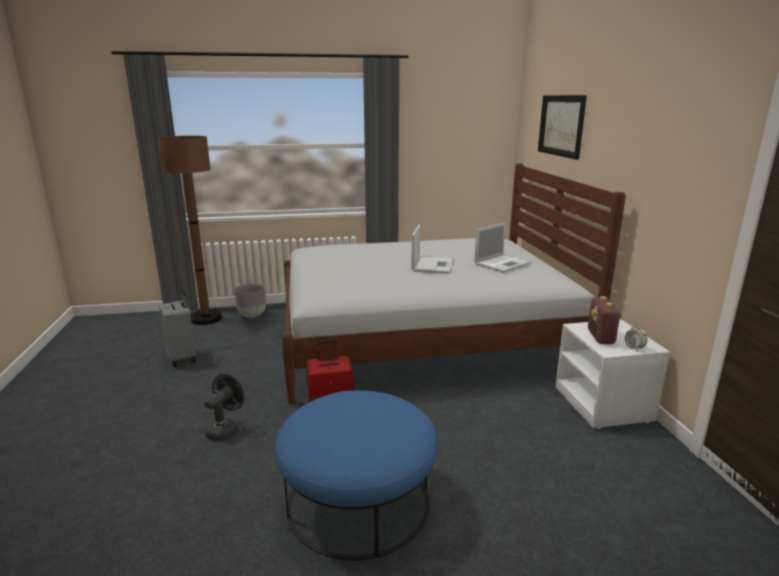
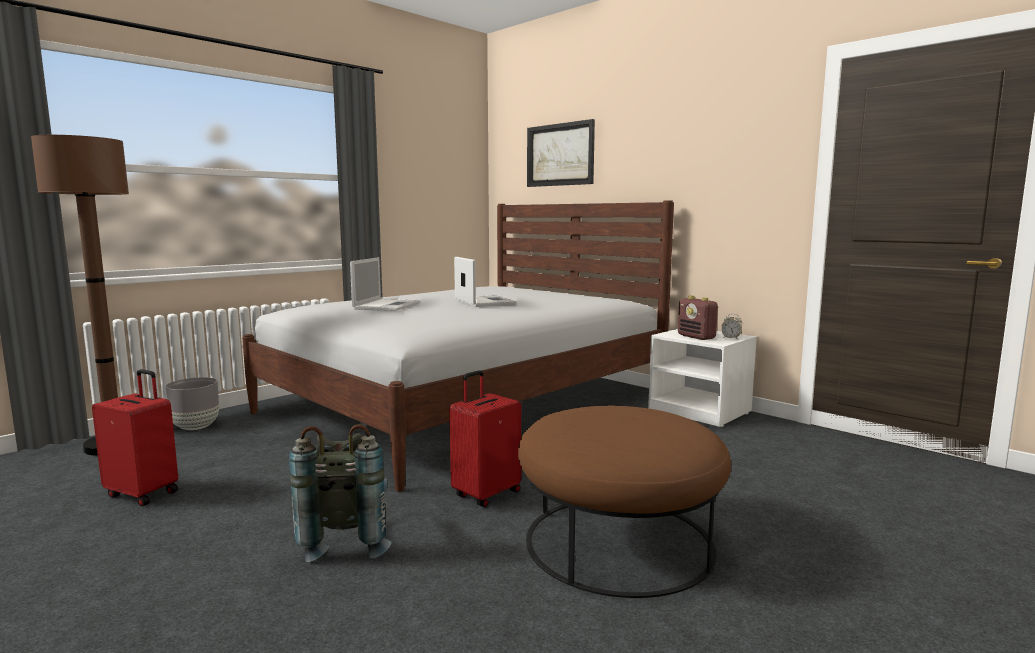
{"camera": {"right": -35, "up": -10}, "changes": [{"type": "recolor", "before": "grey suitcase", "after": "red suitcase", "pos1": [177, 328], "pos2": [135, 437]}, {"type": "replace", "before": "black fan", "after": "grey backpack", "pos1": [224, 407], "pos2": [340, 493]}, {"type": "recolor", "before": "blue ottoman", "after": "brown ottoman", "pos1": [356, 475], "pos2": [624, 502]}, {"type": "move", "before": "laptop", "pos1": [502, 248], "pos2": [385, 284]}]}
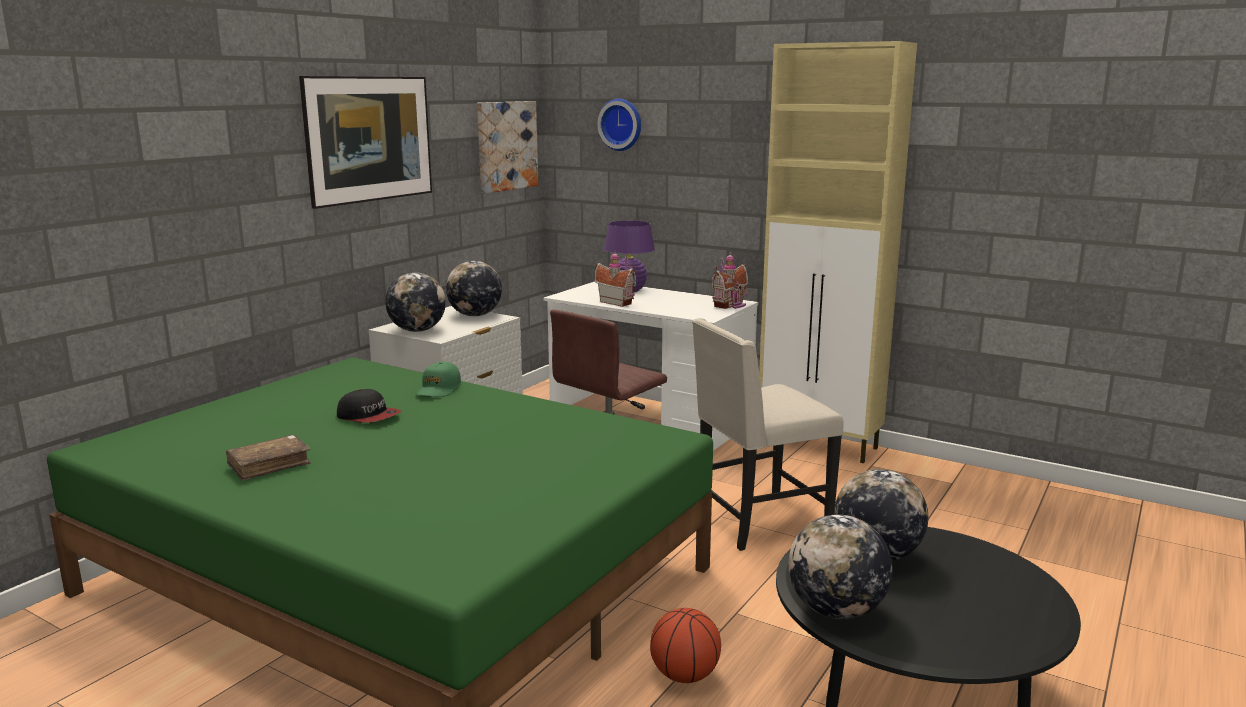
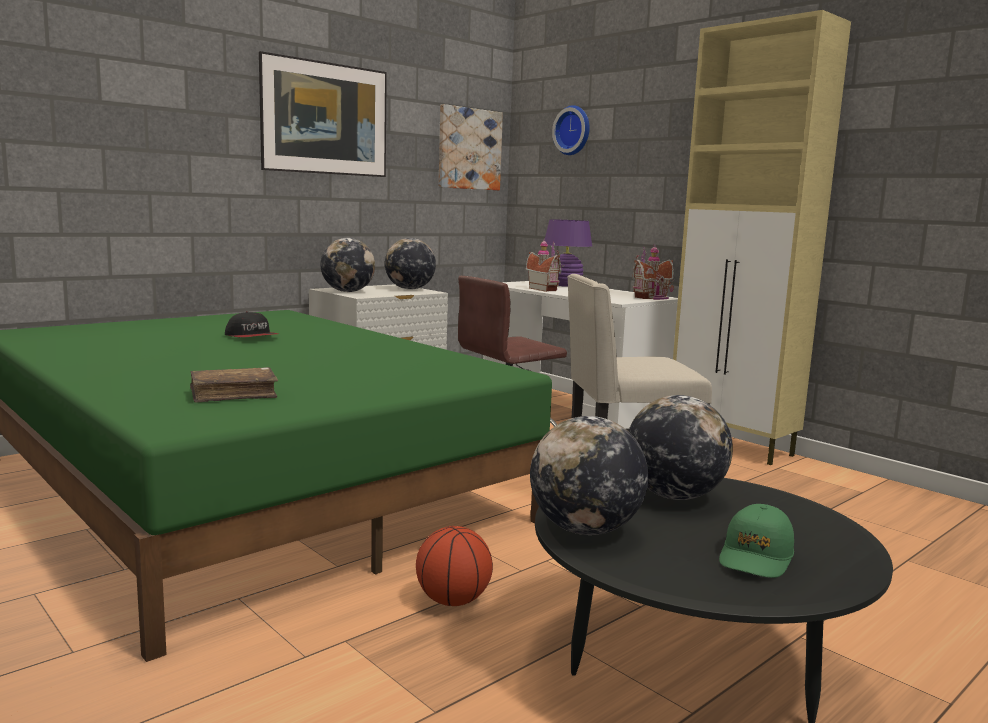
{"camera": {"right": 15, "up": -5}, "changes": [{"type": "move", "before": "brown book", "pos1": [268, 458], "pos2": [234, 385]}, {"type": "move", "before": "green cap", "pos1": [438, 379], "pos2": [756, 541]}]}
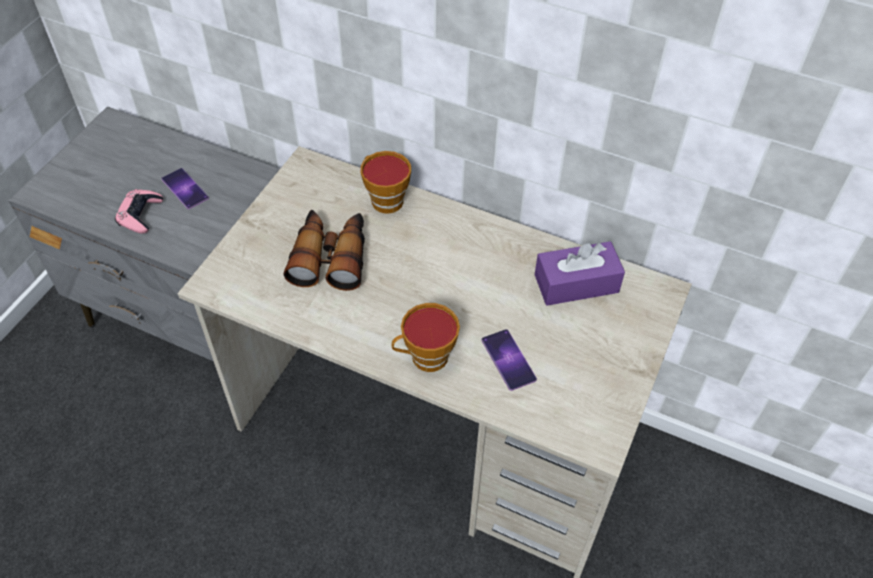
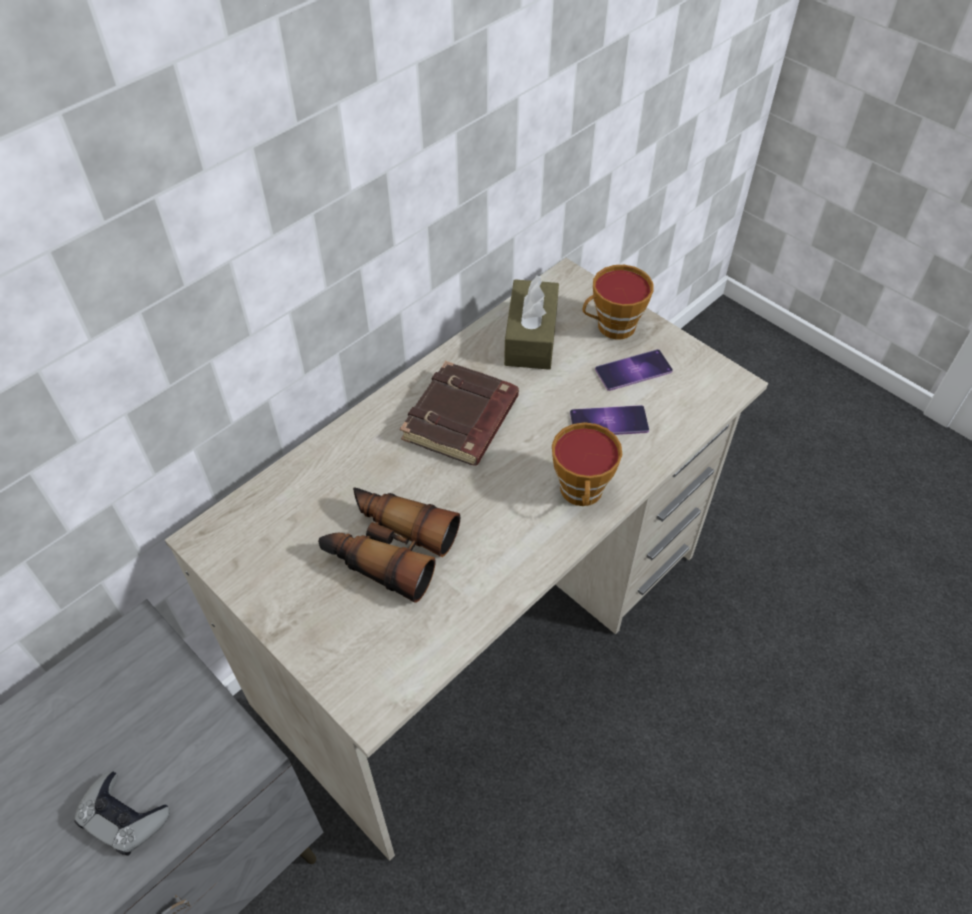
{"camera": {"right": -70, "up": 0}, "changes": [{"type": "recolor", "before": "pink game controller", "after": "grey game controller", "pos1": [139, 211], "pos2": [122, 814]}, {"type": "move", "before": "phone", "pos1": [185, 188], "pos2": [634, 370]}, {"type": "move", "before": "cup", "pos1": [386, 182], "pos2": [618, 302]}, {"type": "recolor", "before": "purple tissue box", "after": "brown tissue box", "pos1": [580, 273], "pos2": [531, 322]}, {"type": "insert", "after": "brown book", "pos2": [459, 413]}]}
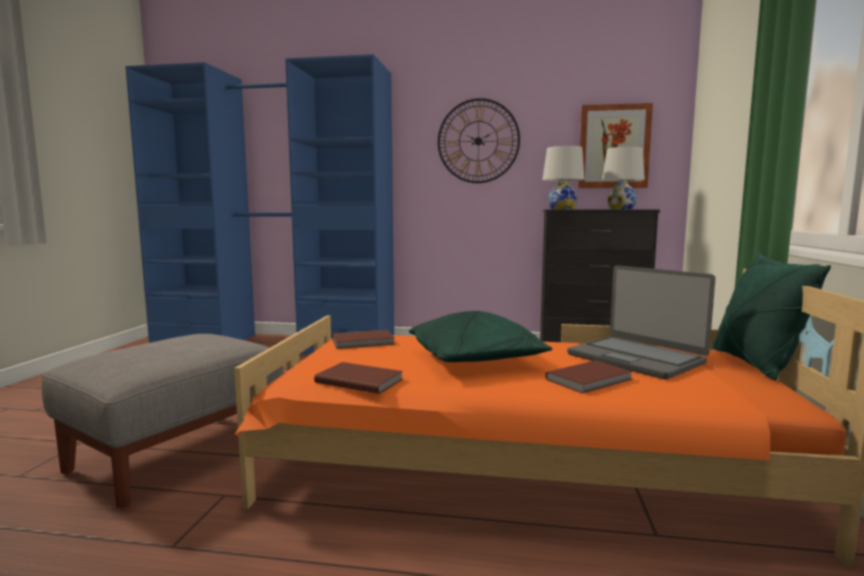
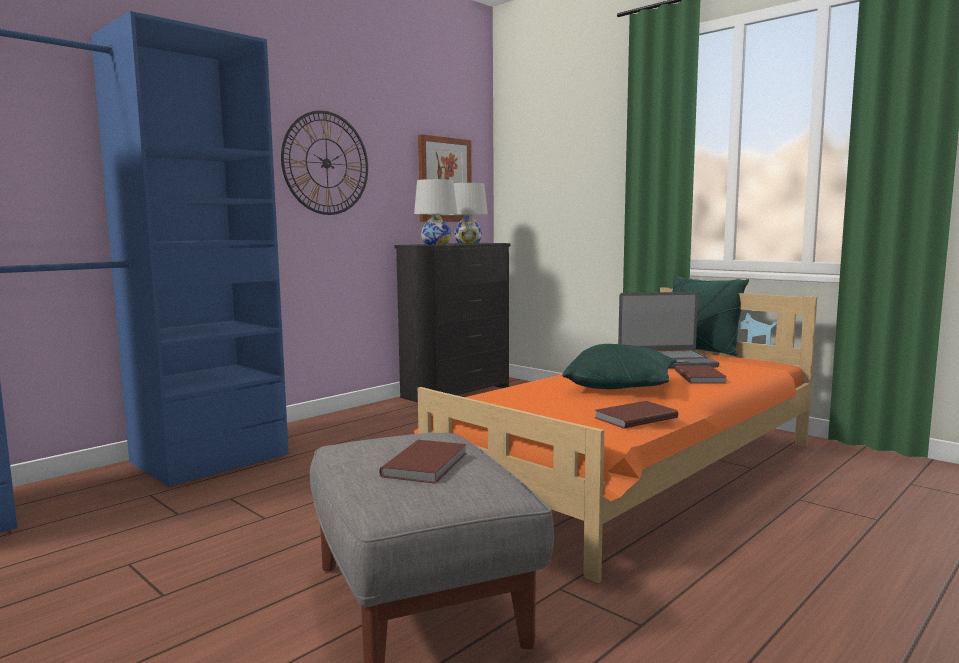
{"camera": {"right": -55, "up": 0}, "changes": [{"type": "move", "before": "brown book", "pos1": [363, 339], "pos2": [423, 462]}]}
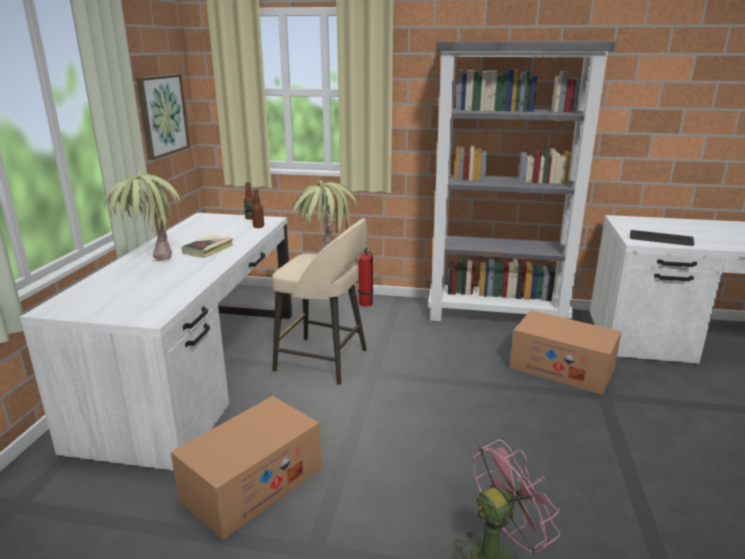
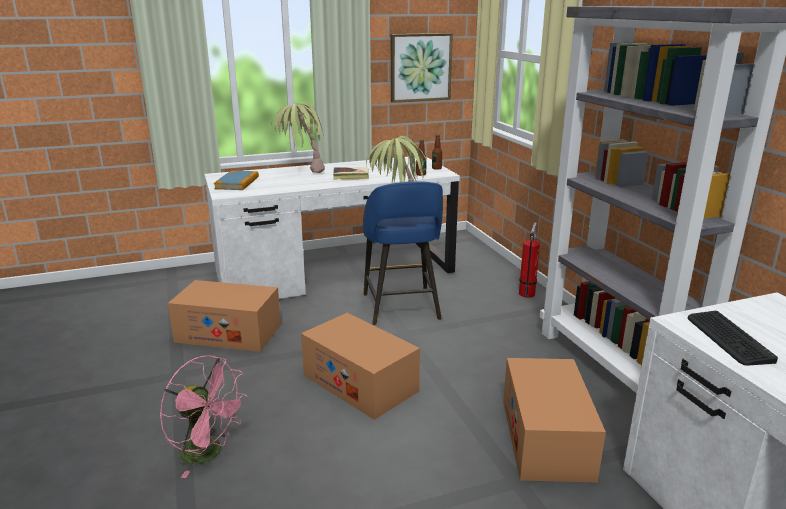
{"camera": {"right": 60, "up": 0}, "changes": [{"type": "recolor", "before": "beige stool", "after": "blue stool", "pos1": [319, 302], "pos2": [403, 253]}, {"type": "insert", "after": "book", "pos2": [236, 180]}, {"type": "insert", "after": "cardboard box", "pos2": [360, 366]}]}
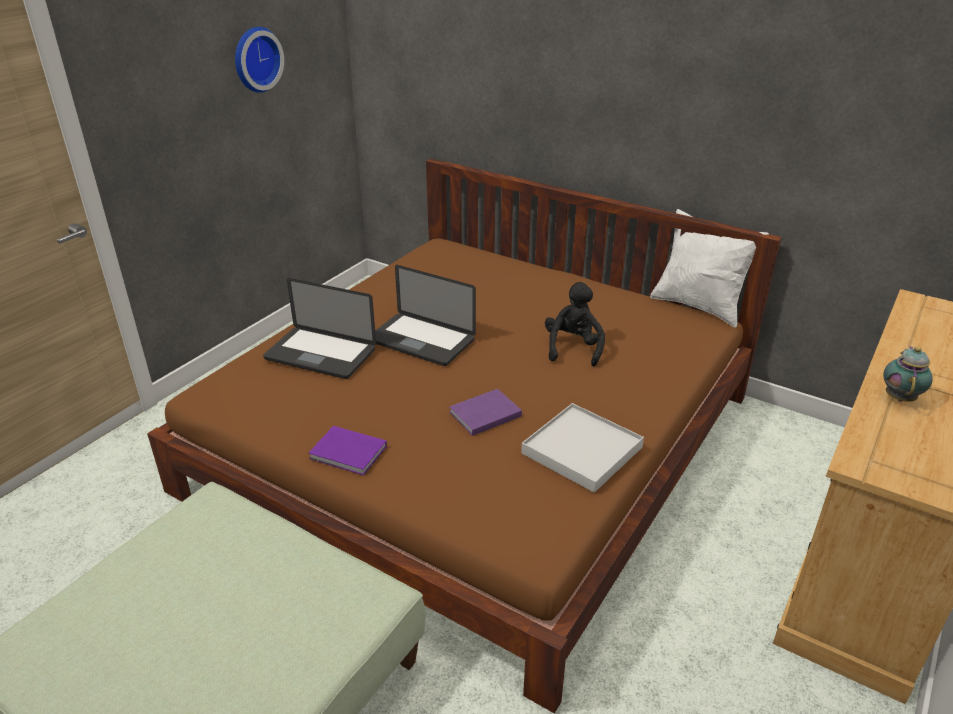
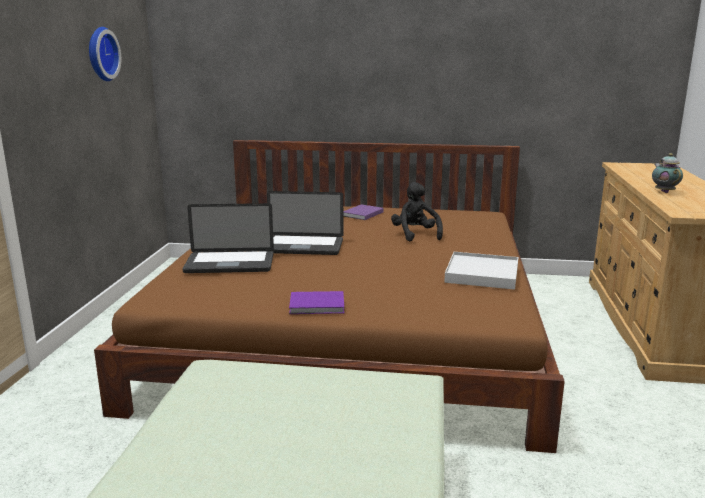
{"camera": {"right": -25, "up": -15}, "changes": [{"type": "move", "before": "purple book", "pos1": [485, 412], "pos2": [363, 212]}, {"type": "delete", "before": "white pillow", "pos1": [709, 268]}]}
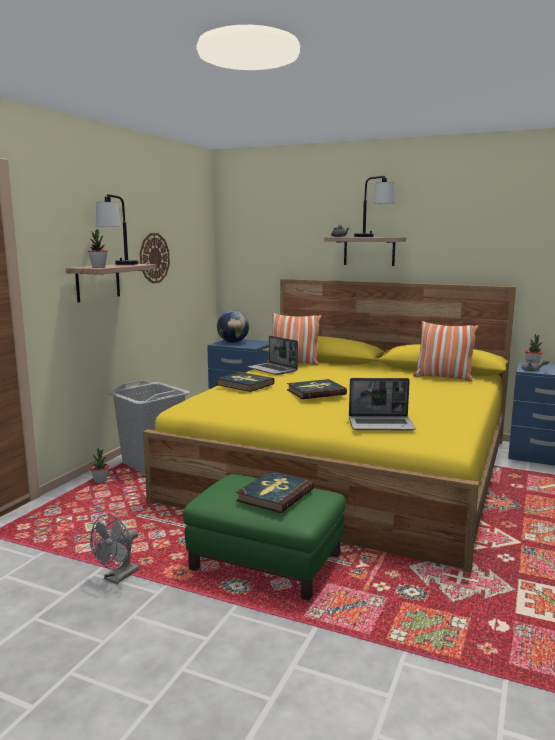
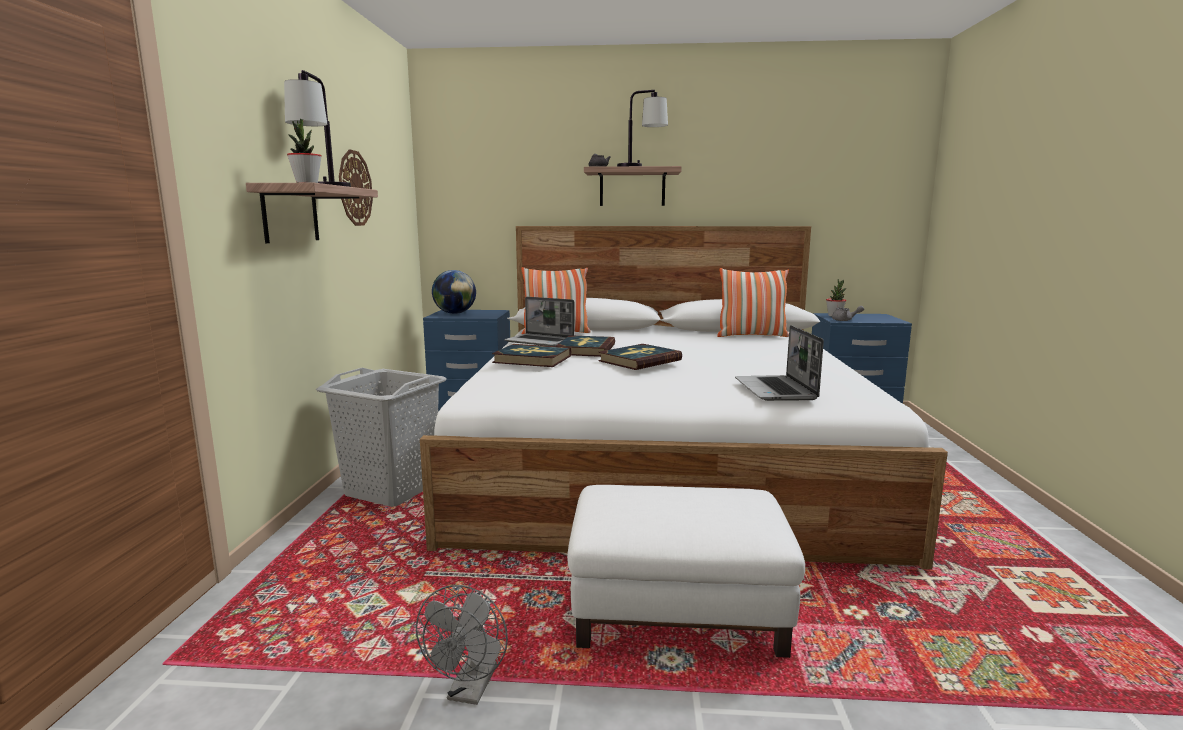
{"camera": {"right": -20, "up": 0}, "changes": [{"type": "delete", "before": "potted plant", "pos1": [99, 465]}, {"type": "recolor", "before": "yellow bed", "after": "white bed", "pos1": [329, 426], "pos2": [684, 398]}, {"type": "recolor", "before": "green ottoman", "after": "white ottoman", "pos1": [264, 537], "pos2": [686, 571]}, {"type": "move", "before": "book", "pos1": [275, 492], "pos2": [585, 346]}, {"type": "rotate", "before": "laptop", "pos1": [382, 404], "pos2": [779, 363], "turn": 105}]}
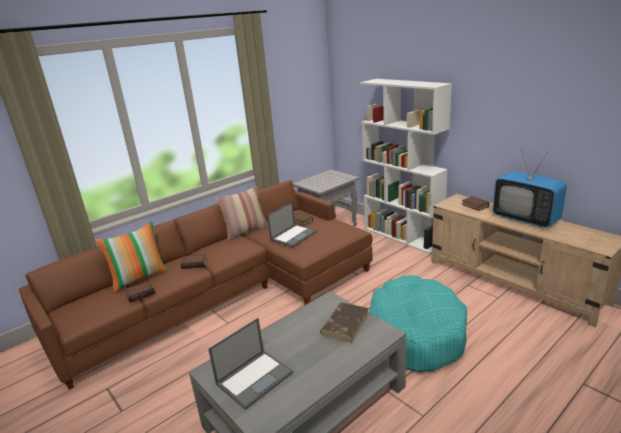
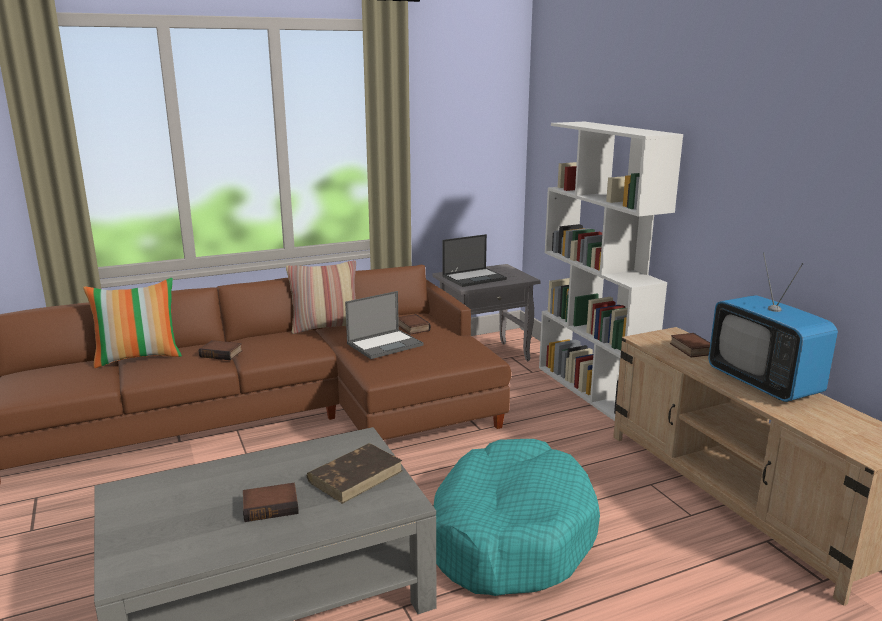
{"camera": {"right": 15, "up": -5}, "changes": [{"type": "move", "before": "book", "pos1": [139, 291], "pos2": [270, 502]}, {"type": "move", "before": "laptop", "pos1": [250, 364], "pos2": [474, 260]}]}
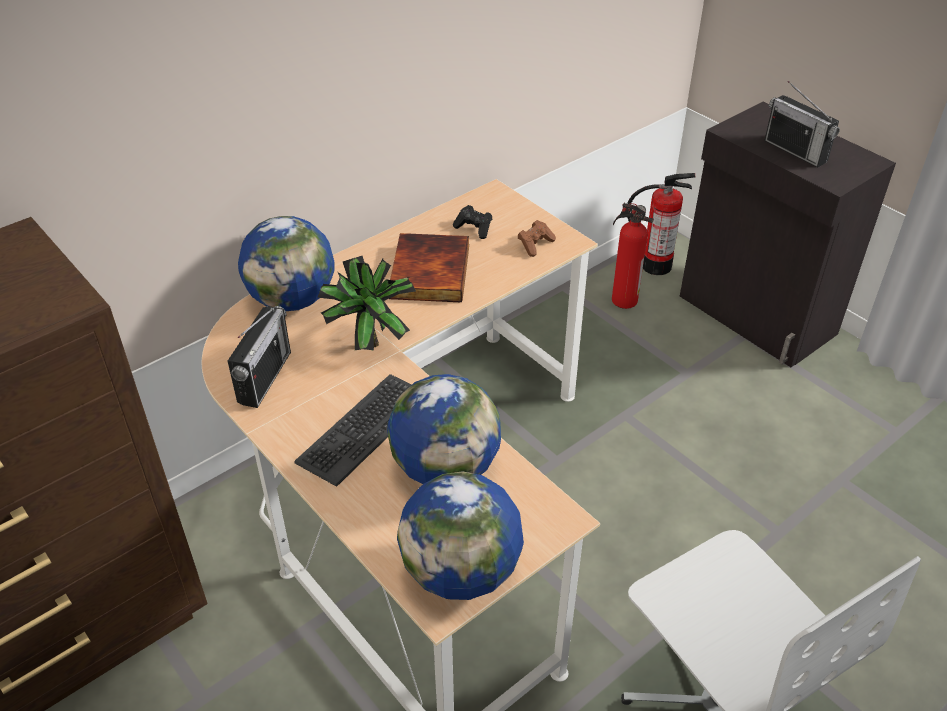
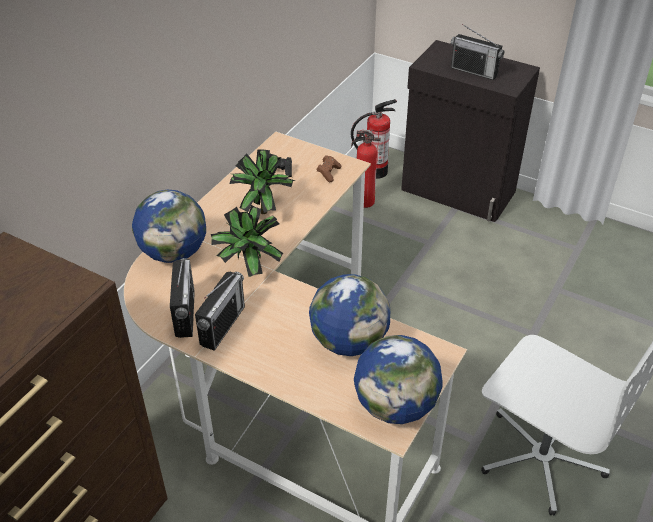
{"camera": {"right": -20, "up": 0}, "changes": [{"type": "delete", "before": "keyboard", "pos1": [353, 430]}, {"type": "replace", "before": "book", "after": "potted plant", "pos1": [429, 268], "pos2": [262, 181]}, {"type": "insert", "after": "radio", "pos2": [220, 311]}]}
